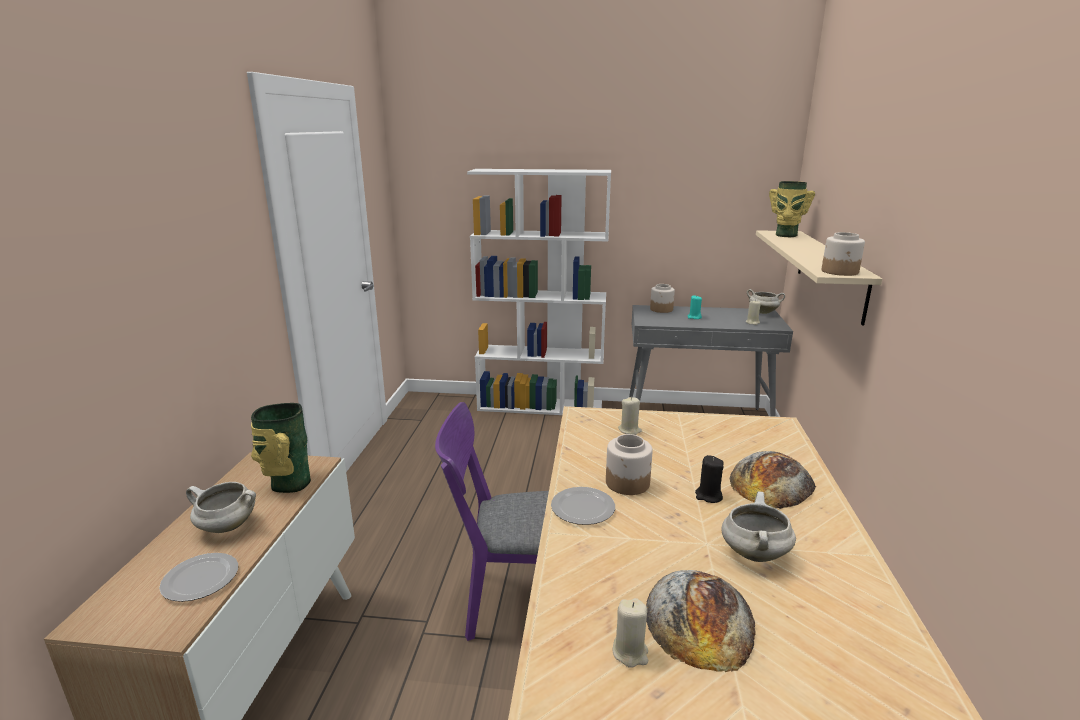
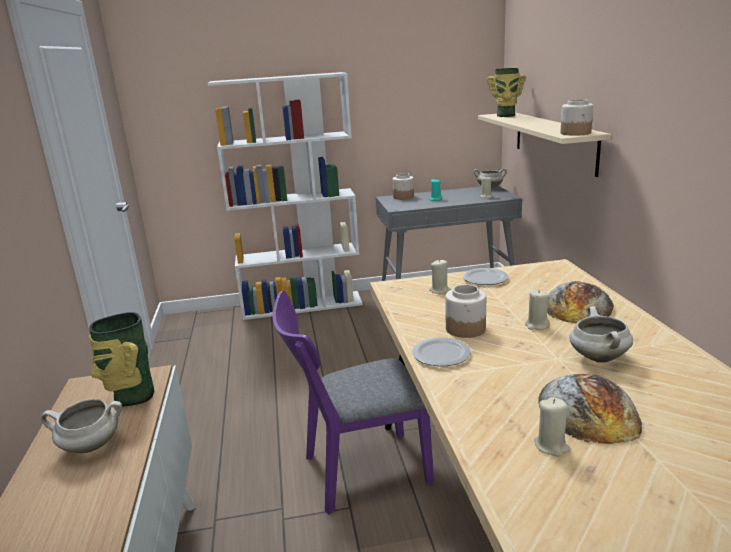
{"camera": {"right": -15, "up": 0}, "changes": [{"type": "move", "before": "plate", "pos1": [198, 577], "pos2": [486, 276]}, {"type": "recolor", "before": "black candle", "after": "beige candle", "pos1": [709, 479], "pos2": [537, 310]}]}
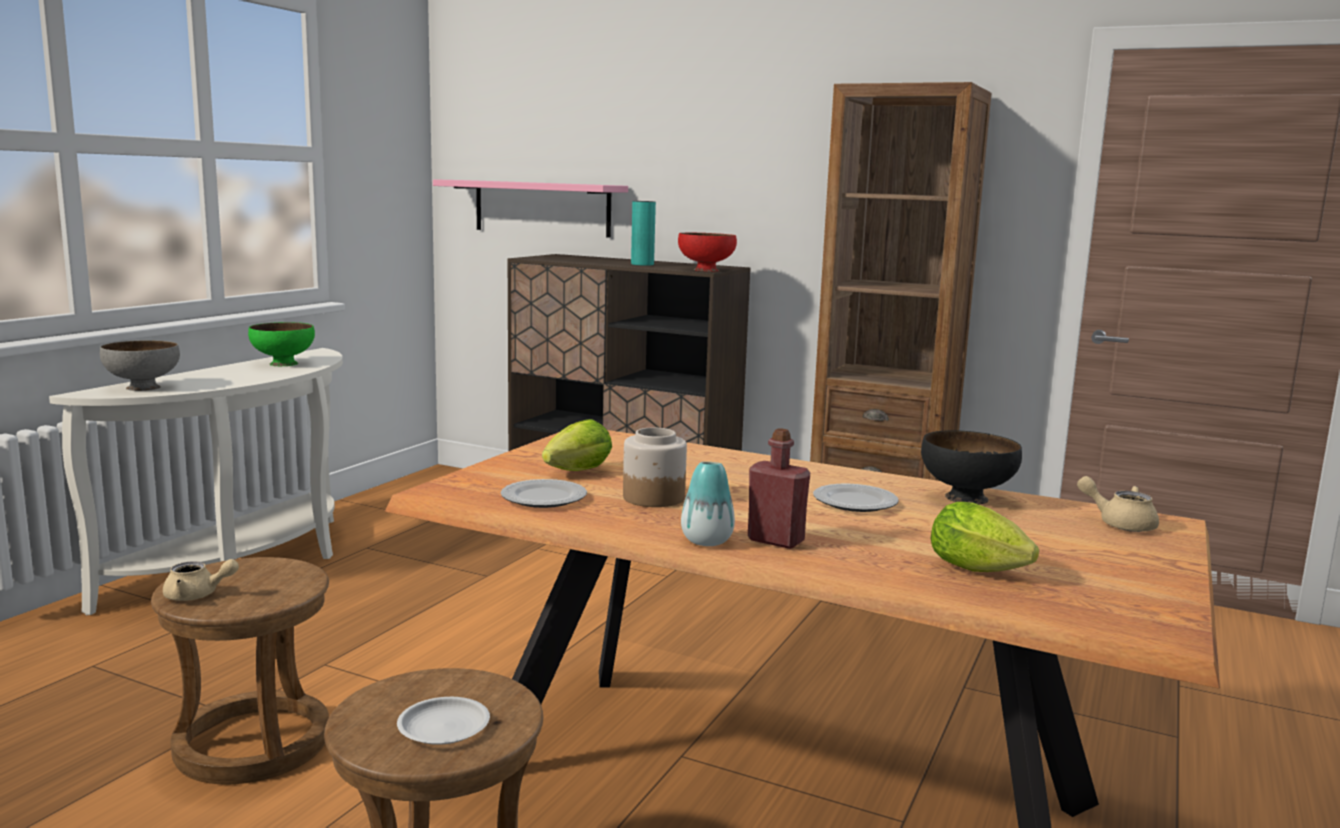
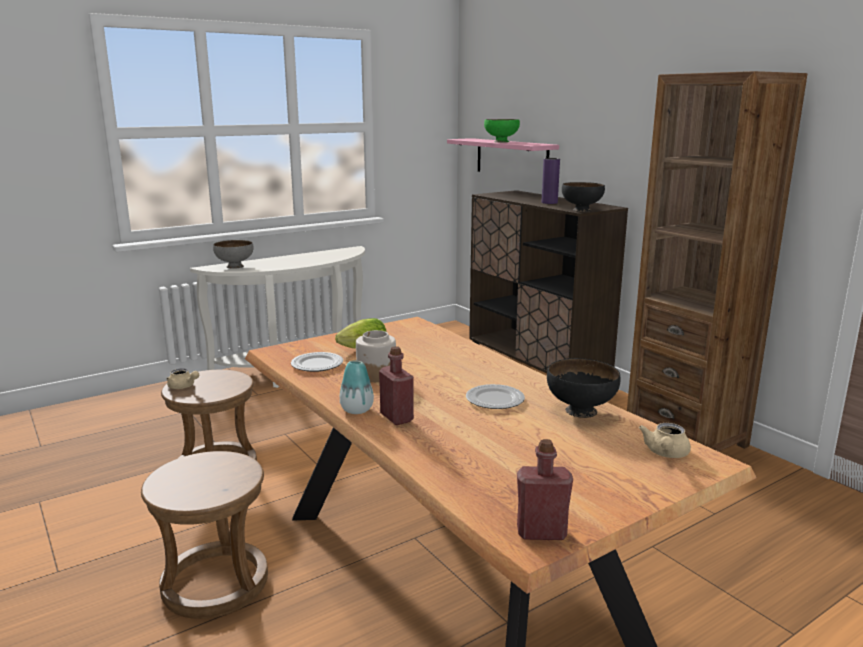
{"camera": {"right": 30, "up": 5}, "changes": [{"type": "move", "before": "green bowl", "pos1": [281, 344], "pos2": [502, 130]}, {"type": "delete", "before": "white plate", "pos1": [443, 721]}, {"type": "recolor", "before": "turquoise vase", "after": "purple vase", "pos1": [643, 233], "pos2": [551, 181]}, {"type": "recolor", "before": "red bowl", "after": "black bowl", "pos1": [707, 252], "pos2": [583, 197]}, {"type": "delete", "before": "lettuce", "pos1": [985, 537]}, {"type": "rotate", "before": "beige teapot", "pos1": [1118, 504], "pos2": [665, 440], "turn": -135}, {"type": "insert", "after": "red bottle", "pos2": [545, 489]}]}
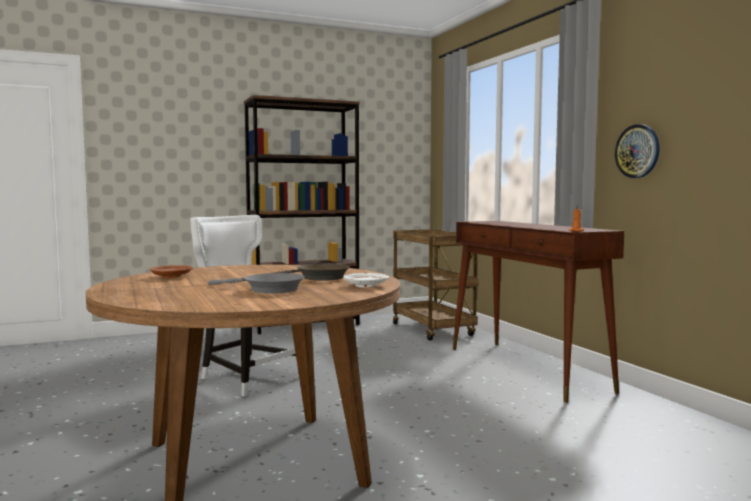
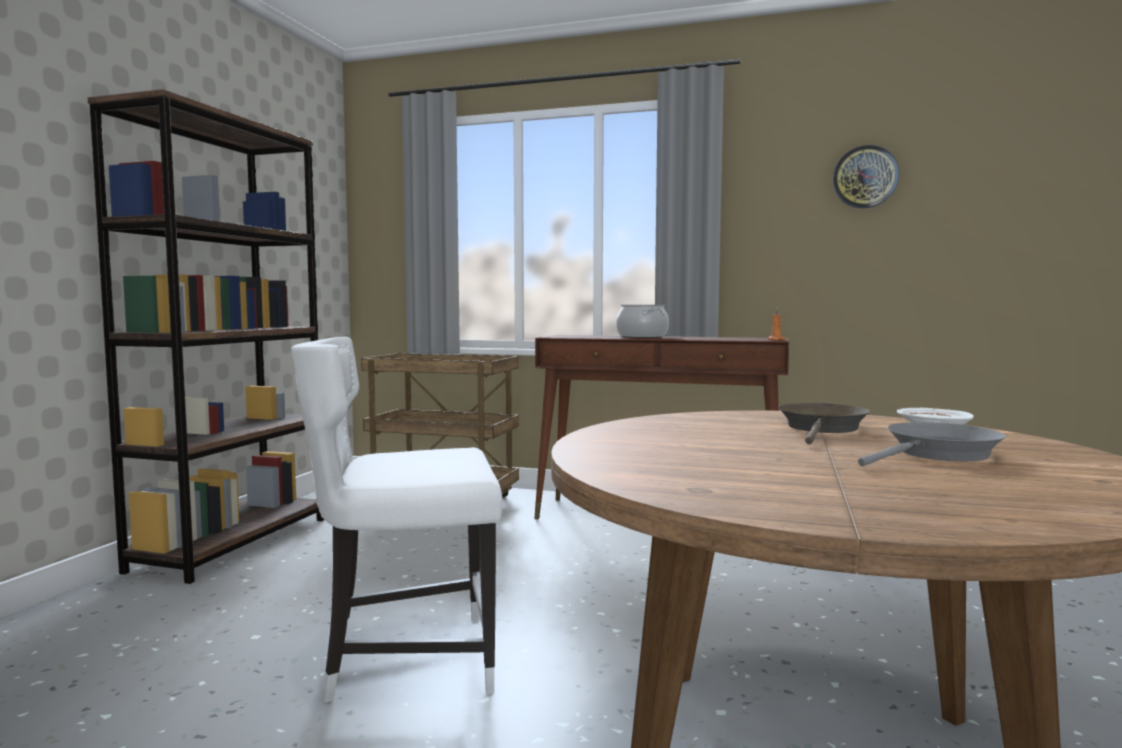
{"camera": {"right": -50, "up": 0}, "changes": [{"type": "delete", "before": "brown plate", "pos1": [171, 271]}, {"type": "move", "before": "wall clock", "pos1": [637, 151], "pos2": [866, 176]}, {"type": "insert", "after": "cooking pot", "pos2": [642, 321]}]}
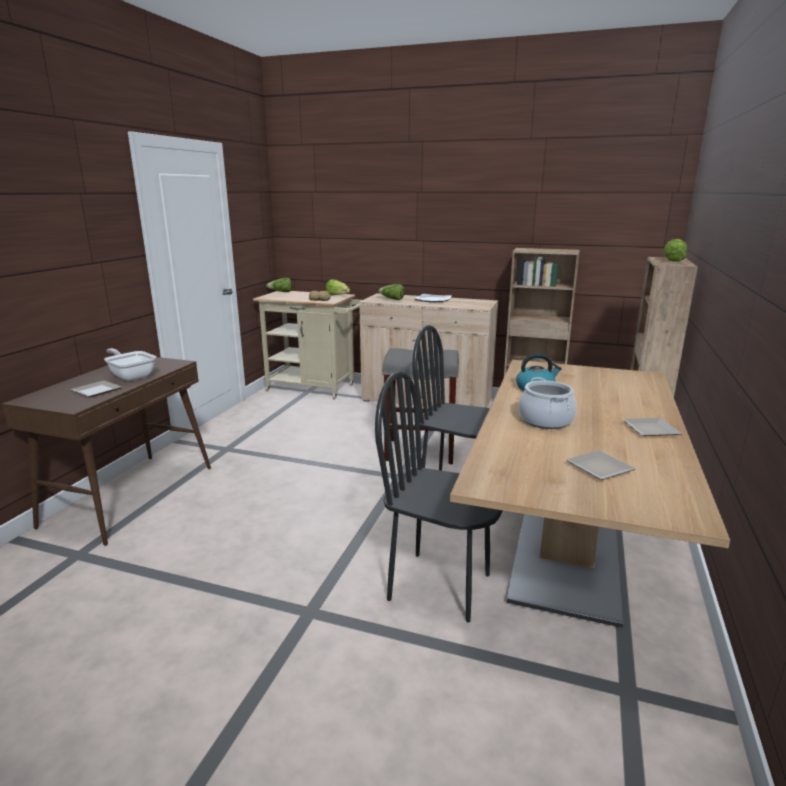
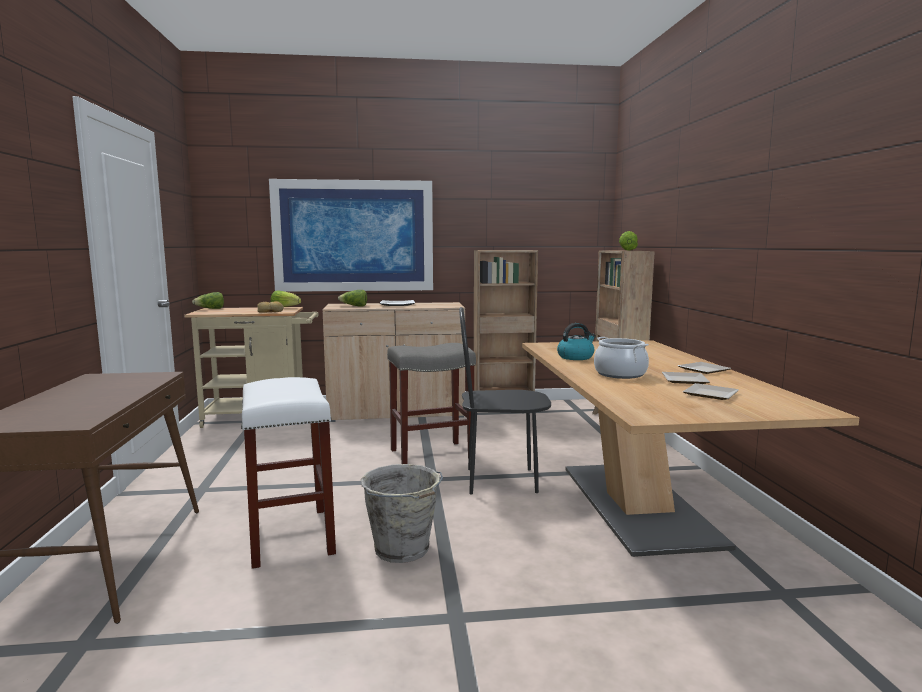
{"camera": {"right": -25, "up": -10}, "changes": [{"type": "move", "before": "plate", "pos1": [96, 388], "pos2": [686, 378]}, {"type": "delete", "before": "frying pan", "pos1": [130, 364]}, {"type": "delete", "before": "black chair", "pos1": [438, 497]}, {"type": "insert", "after": "white stool", "pos2": [288, 473]}, {"type": "insert", "after": "picture", "pos2": [351, 235]}, {"type": "insert", "after": "grey bucket", "pos2": [402, 513]}]}
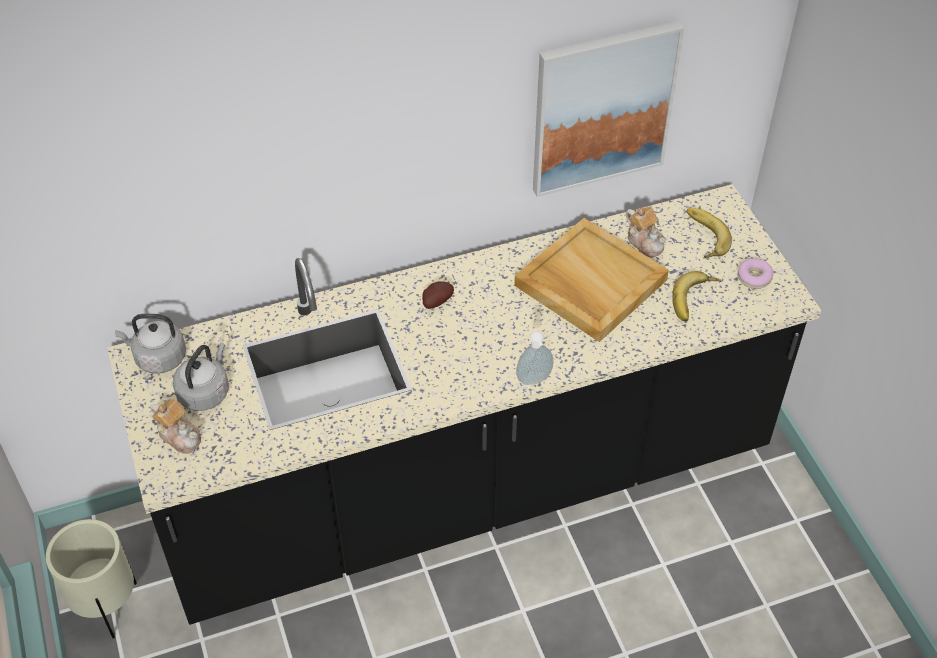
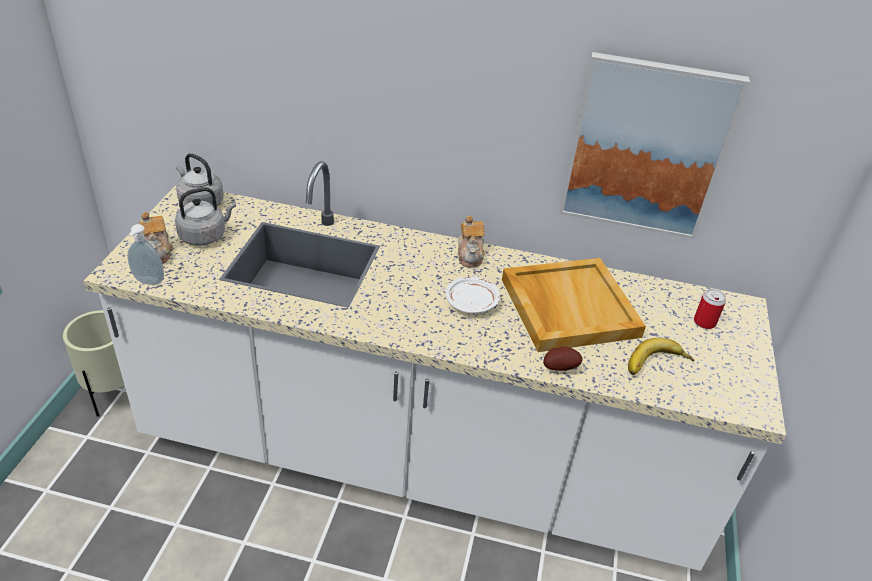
{"camera": {"right": 30, "up": -10}, "changes": [{"type": "recolor", "before": "black counter", "after": "white counter", "pos1": [464, 404], "pos2": [435, 366]}, {"type": "move", "before": "potato", "pos1": [438, 295], "pos2": [562, 358]}, {"type": "move", "before": "soap dispenser", "pos1": [534, 358], "pos2": [146, 254]}, {"type": "move", "before": "teapot", "pos1": [646, 232], "pos2": [471, 242]}, {"type": "replace", "before": "banana", "after": "can", "pos1": [709, 233], "pos2": [710, 309]}, {"type": "delete", "before": "donut", "pos1": [755, 273]}, {"type": "insert", "after": "white plate", "pos2": [473, 295]}]}
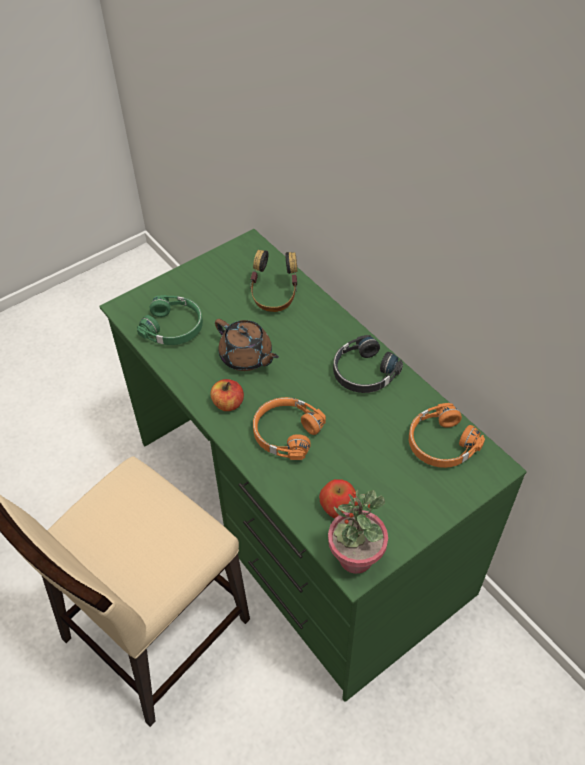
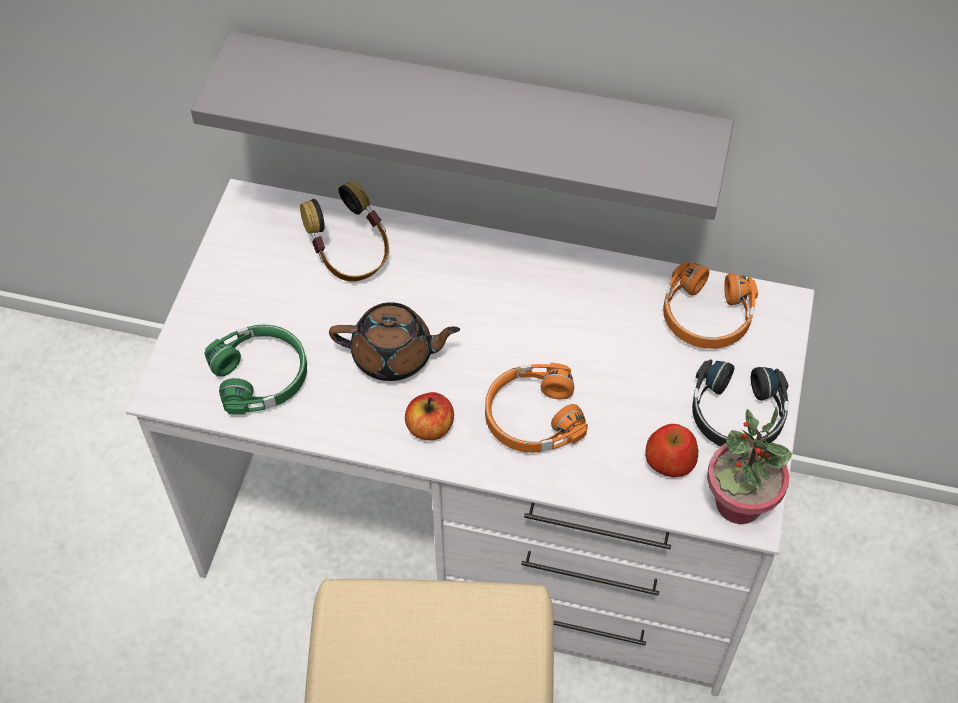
{"camera": {"right": -40, "up": 5}, "changes": [{"type": "recolor", "before": "green desk", "after": "white desk", "pos1": [312, 465], "pos2": [470, 437]}, {"type": "move", "before": "black headphones", "pos1": [368, 364], "pos2": [740, 403]}, {"type": "insert", "after": "grey shelf", "pos2": [462, 125]}]}
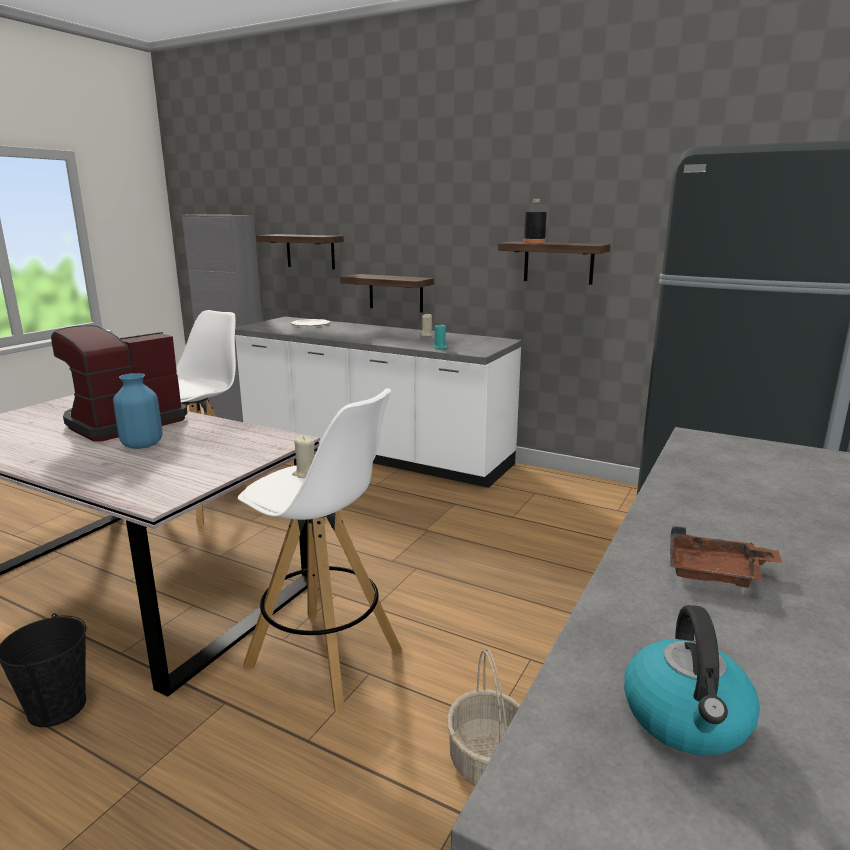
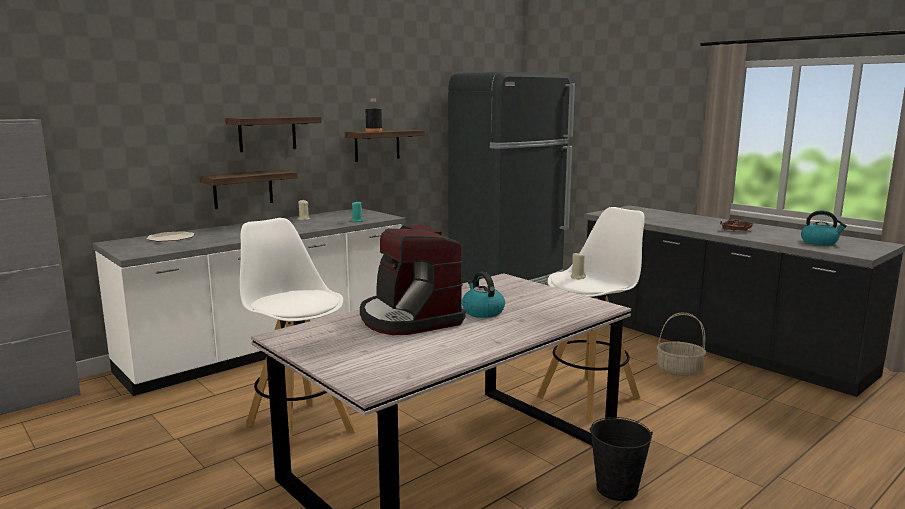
{"camera": {"right": -70, "up": -5}, "changes": [{"type": "replace", "before": "blue vase", "after": "kettle", "pos1": [137, 411], "pos2": [483, 295]}, {"type": "move", "before": "shelf", "pos1": [300, 251], "pos2": [273, 134]}]}
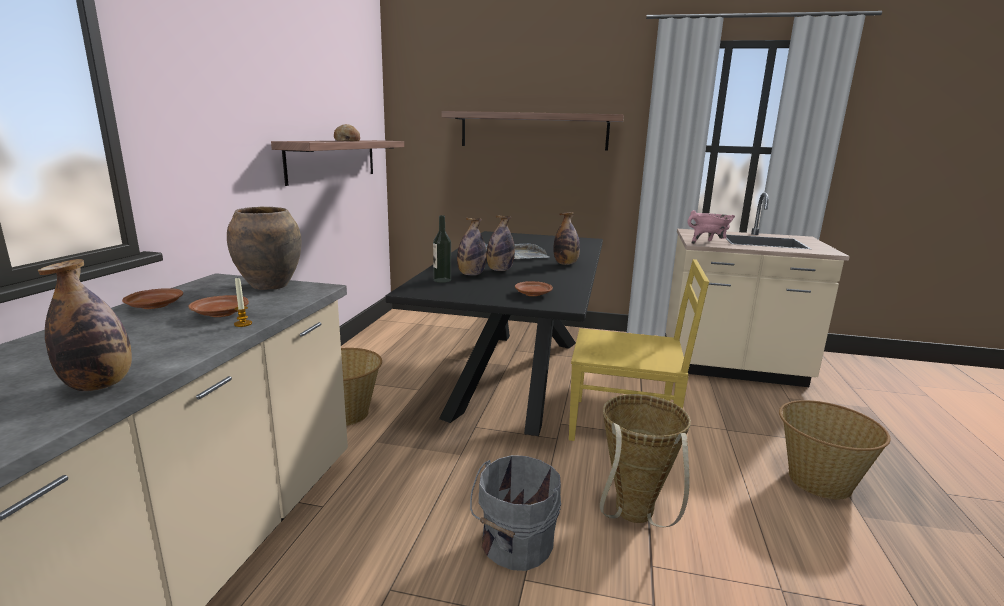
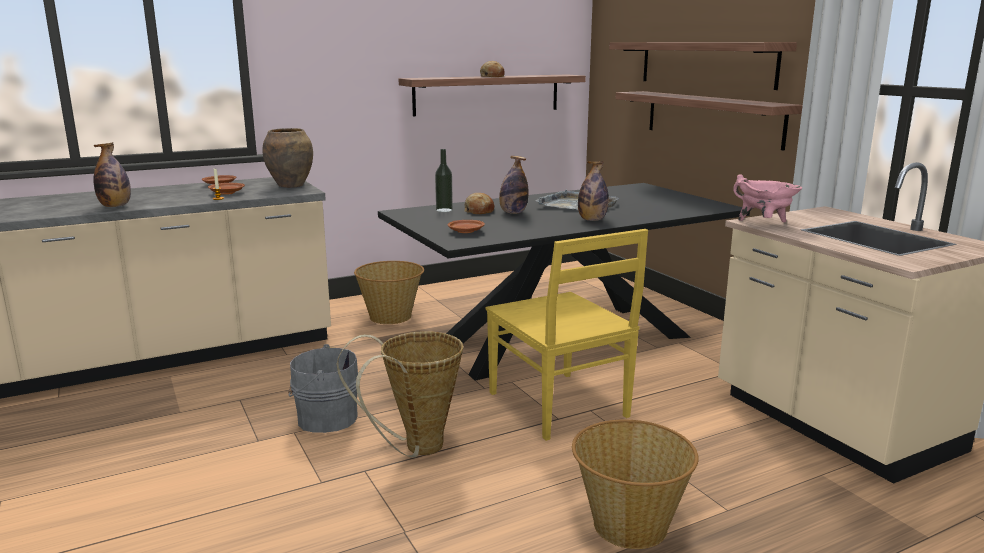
{"camera": {"right": 50, "up": 0}, "changes": [{"type": "replace", "before": "bottle", "after": "bread", "pos1": [472, 246], "pos2": [479, 203]}, {"type": "insert", "after": "shelf", "pos2": [709, 120]}]}
